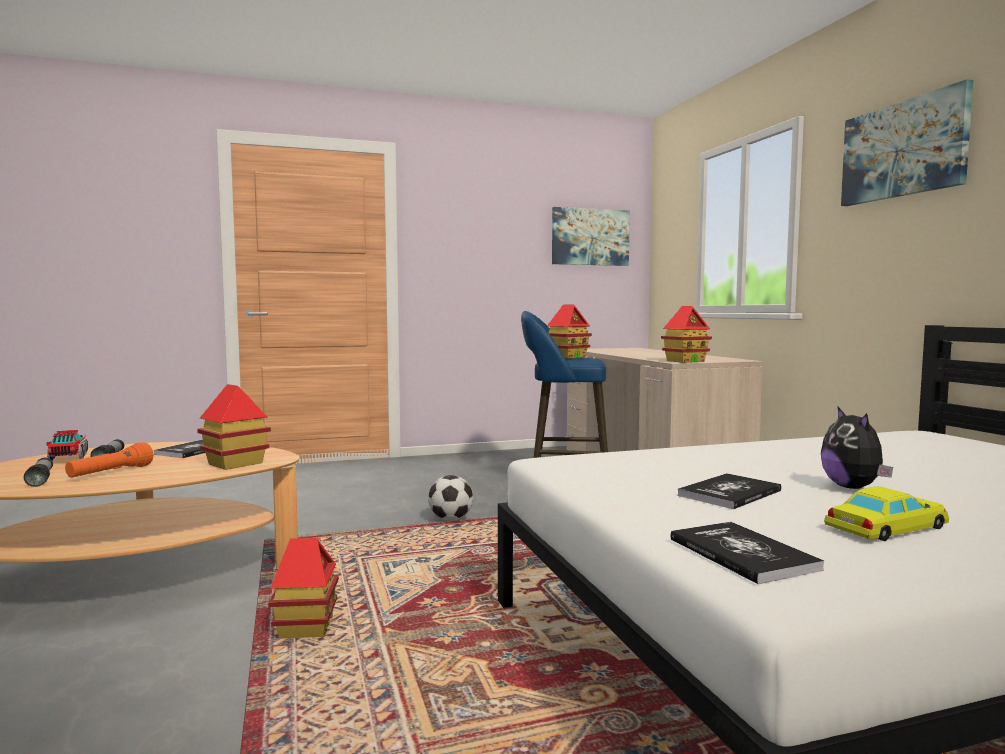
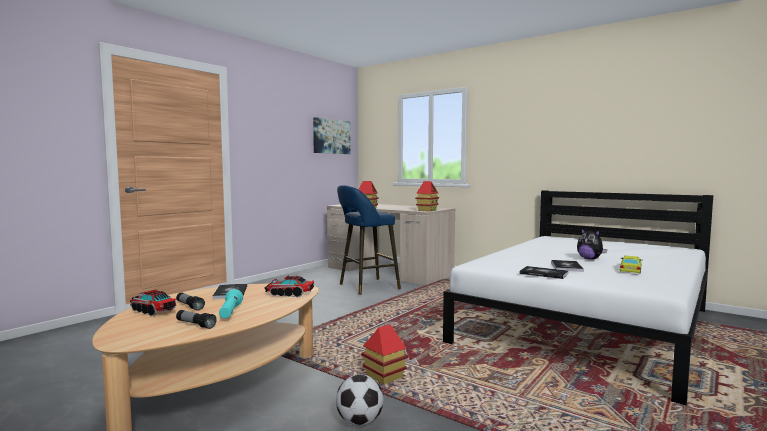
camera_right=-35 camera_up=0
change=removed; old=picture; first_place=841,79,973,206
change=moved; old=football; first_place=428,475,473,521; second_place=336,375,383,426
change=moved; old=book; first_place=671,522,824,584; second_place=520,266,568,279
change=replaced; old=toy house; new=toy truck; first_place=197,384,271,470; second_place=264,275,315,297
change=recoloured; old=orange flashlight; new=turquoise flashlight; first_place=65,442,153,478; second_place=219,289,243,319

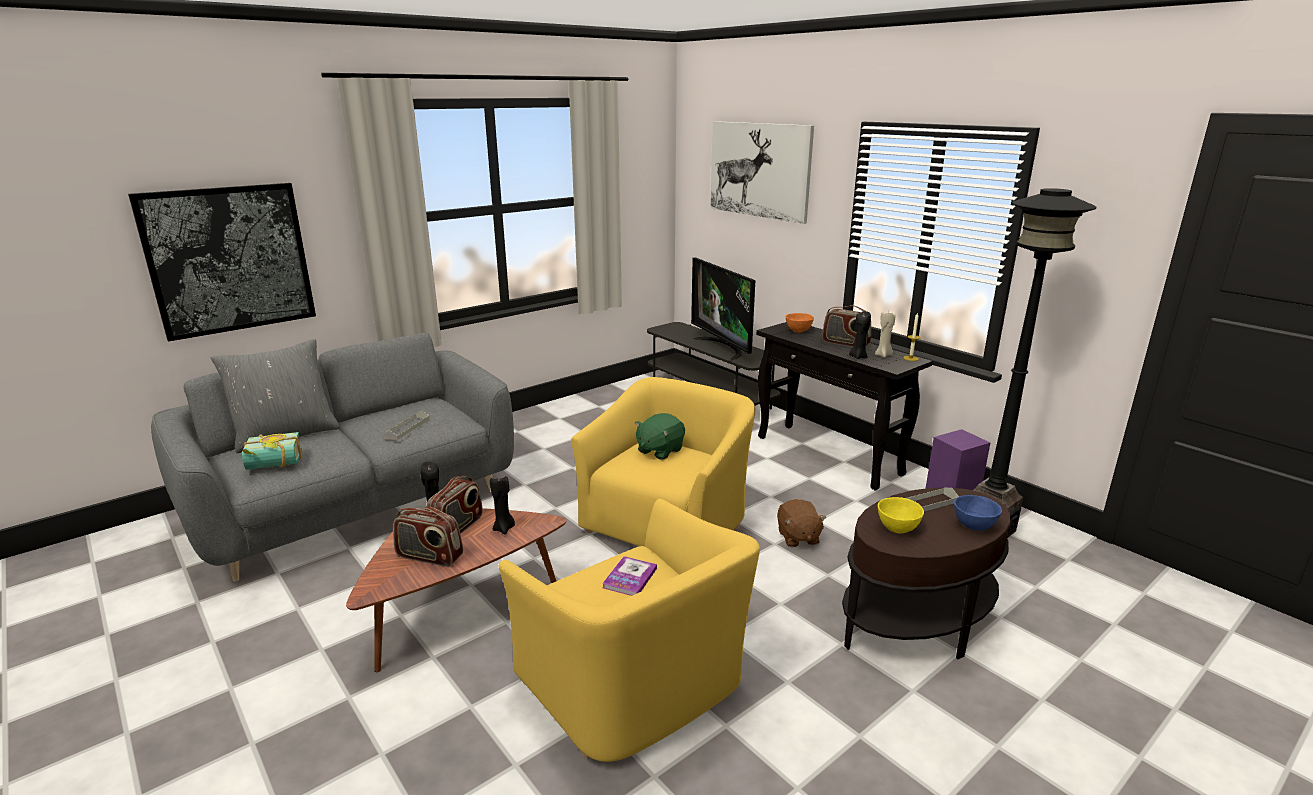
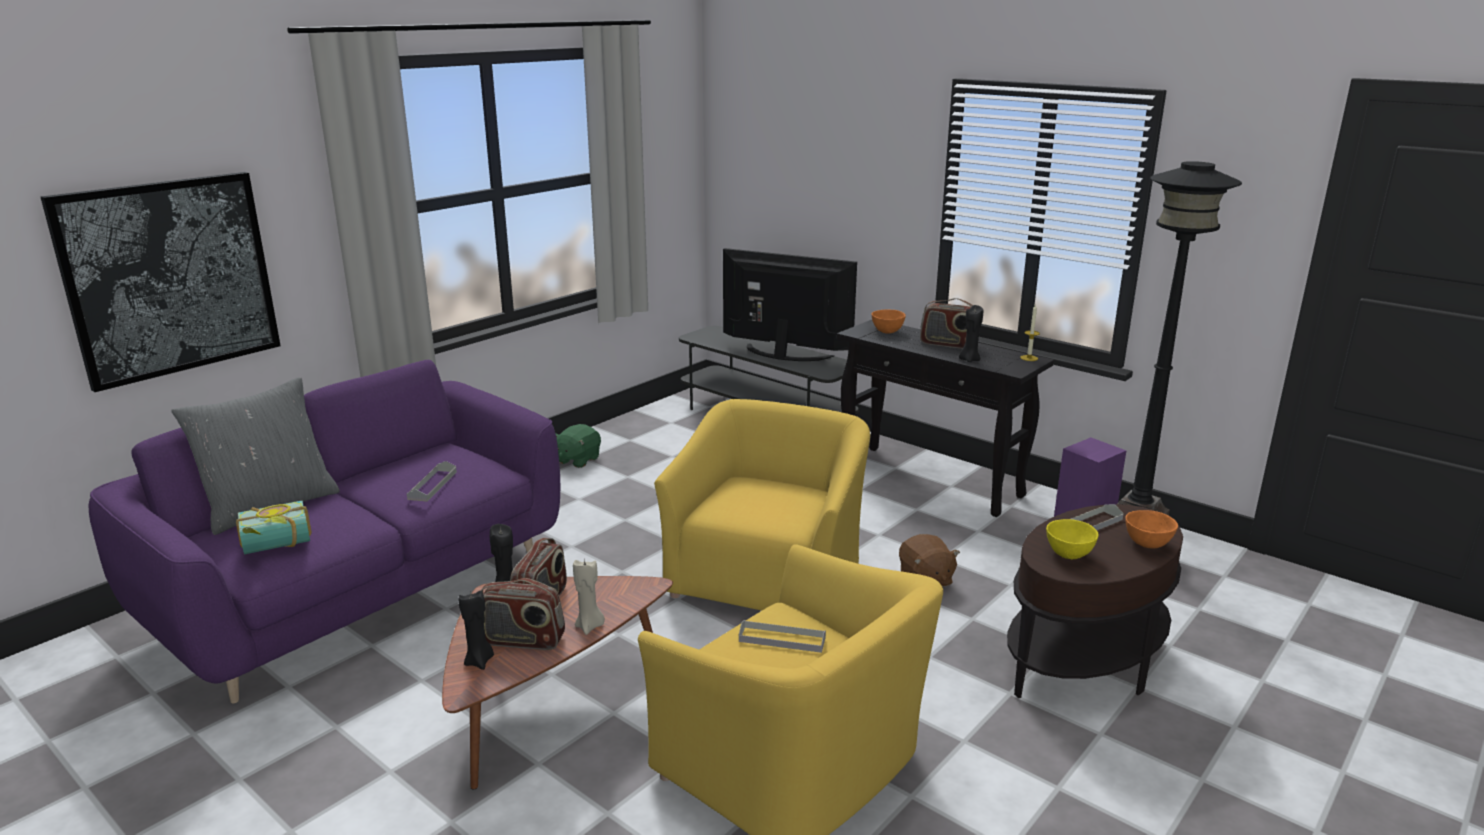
camera_right=-10 camera_up=0
change=removed; old=picture; first_place=710,121,814,224
change=moved; old=black candle; first_place=490,476,515,535; second_place=458,590,494,670
change=moved; old=green plush toy; first_place=635,413,685,460; second_place=555,424,601,468
change=moved; old=beige candle; first_place=875,312,895,358; second_place=573,558,605,635
change=replaced; old=book; new=grey tray; first_place=602,556,657,596; second_place=739,620,826,653
change=recoloured; old=grey sofa; new=purple sofa; first_place=151,333,514,582; second_place=89,360,560,703
change=recoloured; old=blue bowl; new=orange bowl; first_place=954,495,1002,530; second_place=1125,510,1178,549
change=turned; old=television; first_place=691,257,755,360; second_place=723,248,857,361; degrees=150

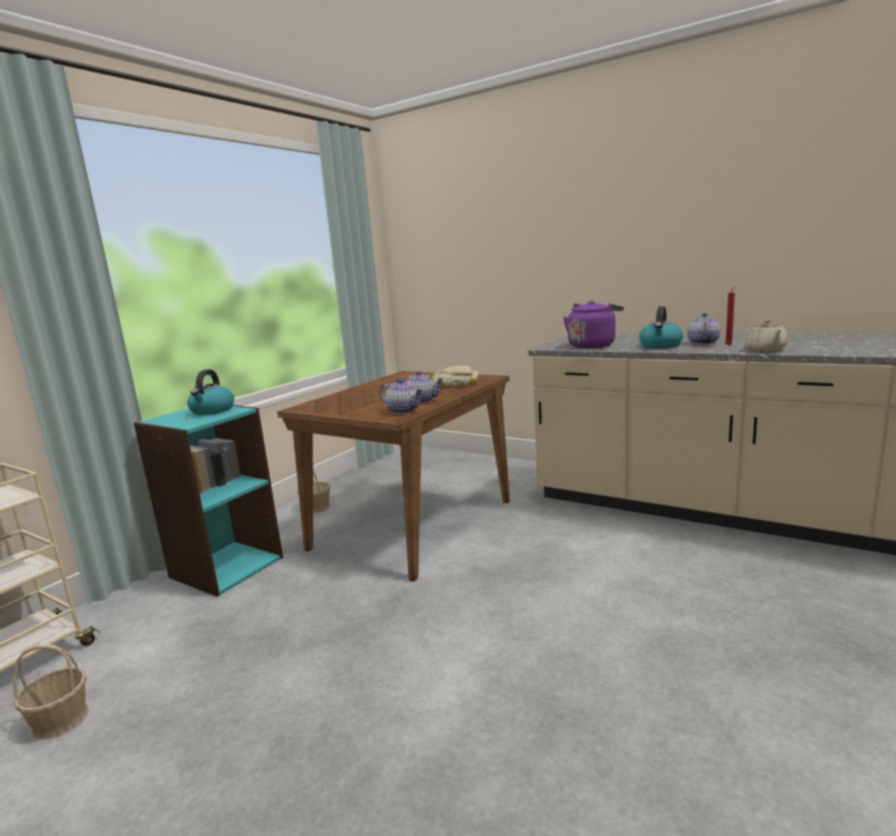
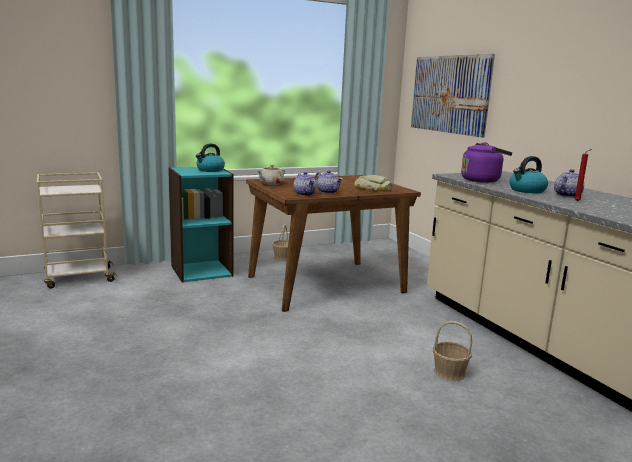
camera_right=30 camera_up=0
change=added; new=picture; second_place=411,54,495,138
change=moved; old=basket; first_place=13,644,89,740; second_place=433,321,472,381
change=moved; old=beige teapot; first_place=744,320,788,352; second_place=258,165,285,185

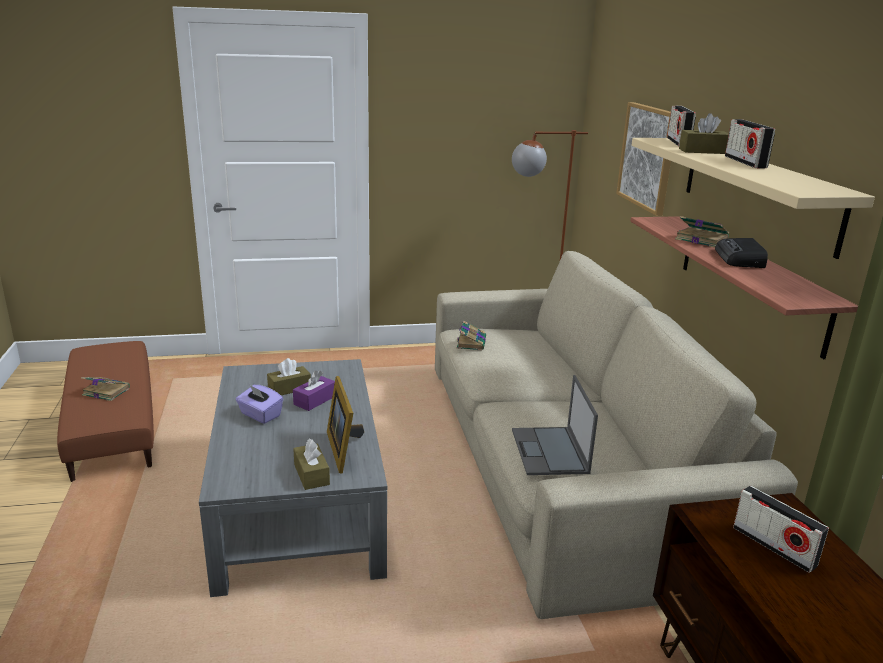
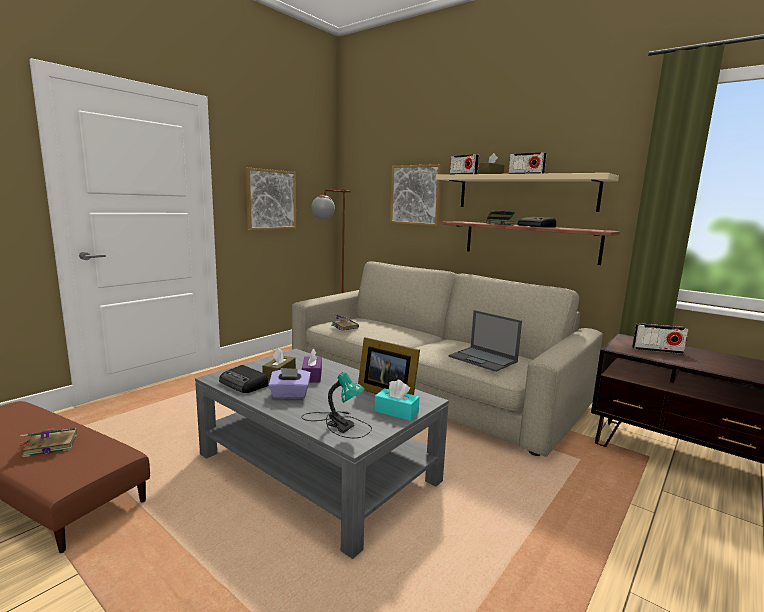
camera_right=-40 camera_up=-10
change=added; new=radio; second_place=219,365,268,393
change=added; new=picture; second_place=246,168,296,230
change=added; new=table lamp; second_place=301,372,372,438
change=recoloured; old=brown tissue box; new=turquoise tissue box; first_place=293,439,330,490; second_place=374,380,420,421

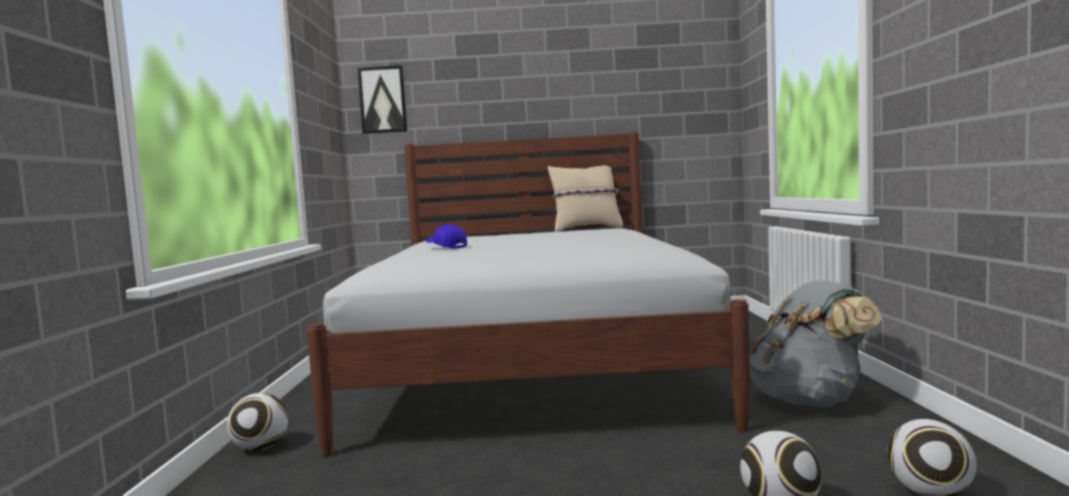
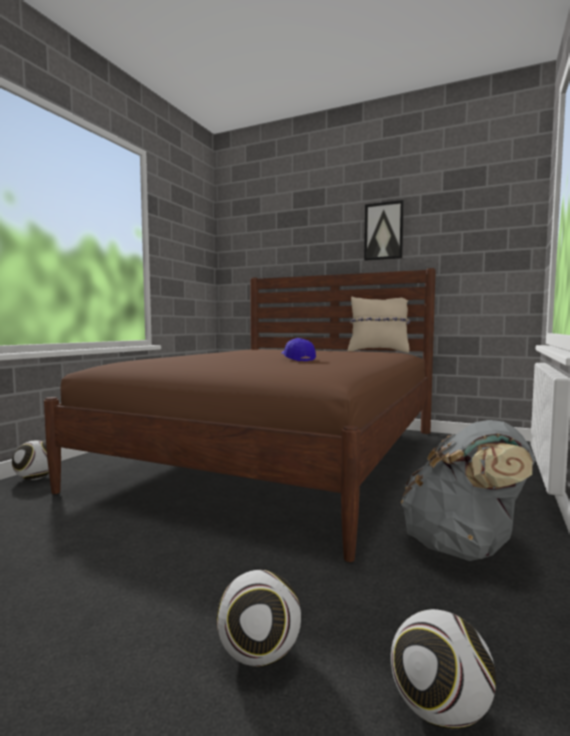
camera_right=25 camera_up=0
change=moved; old=picture; first_place=357,65,407,134; second_place=364,200,404,261
change=moved; old=blue cap; first_place=426,224,467,249; second_place=281,338,316,361
change=recoloured; old=white bed; new=brown bed; first_place=307,132,750,456; second_place=44,268,436,562

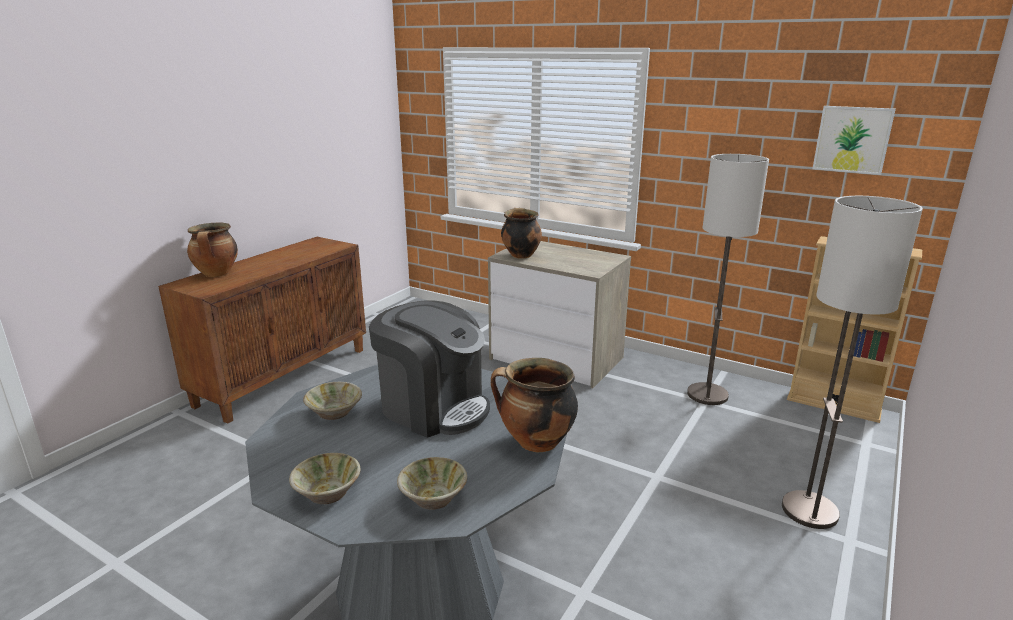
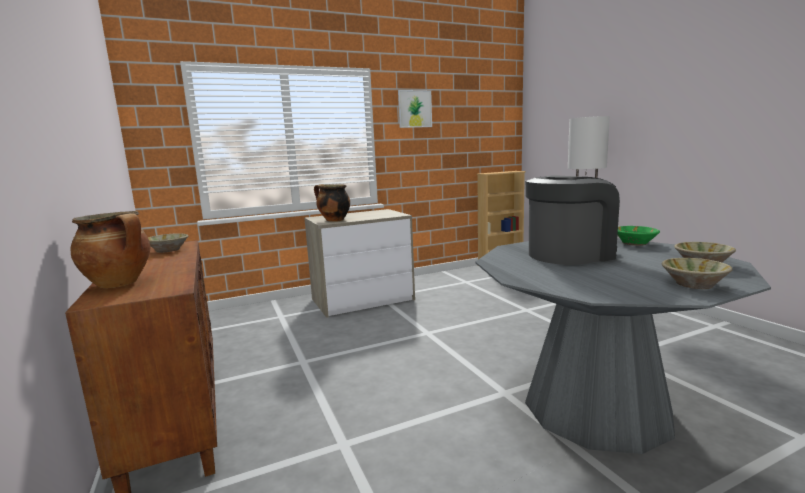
camera_right=-55 camera_up=-10
change=removed; old=floor lamp; first_place=687,154,769,405
change=moved; old=beige bowl; first_place=303,382,362,420; second_place=148,233,188,253
change=moved; old=picture; first_place=812,106,896,175; second_place=398,90,432,128
change=replaced; old=cooking pot; new=green bowl; first_place=491,358,578,452; second_place=618,226,660,246

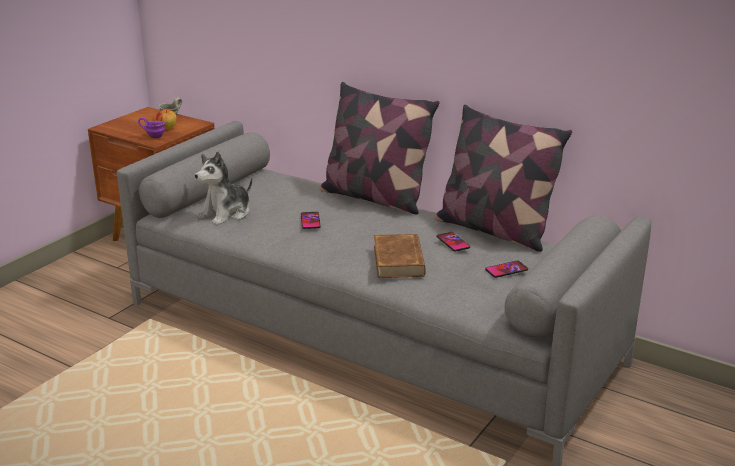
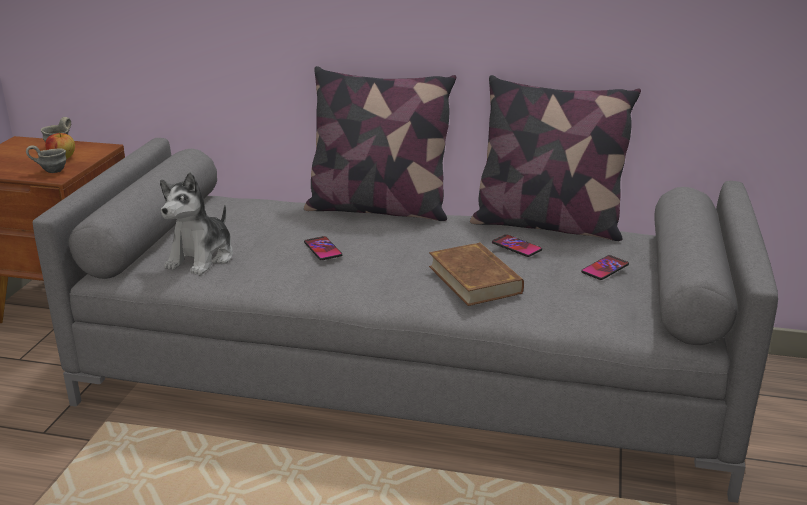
camera_right=-20 camera_up=0
change=recoloured; old=purple mug; new=grey mug; first_place=138,117,165,138; second_place=26,145,66,173

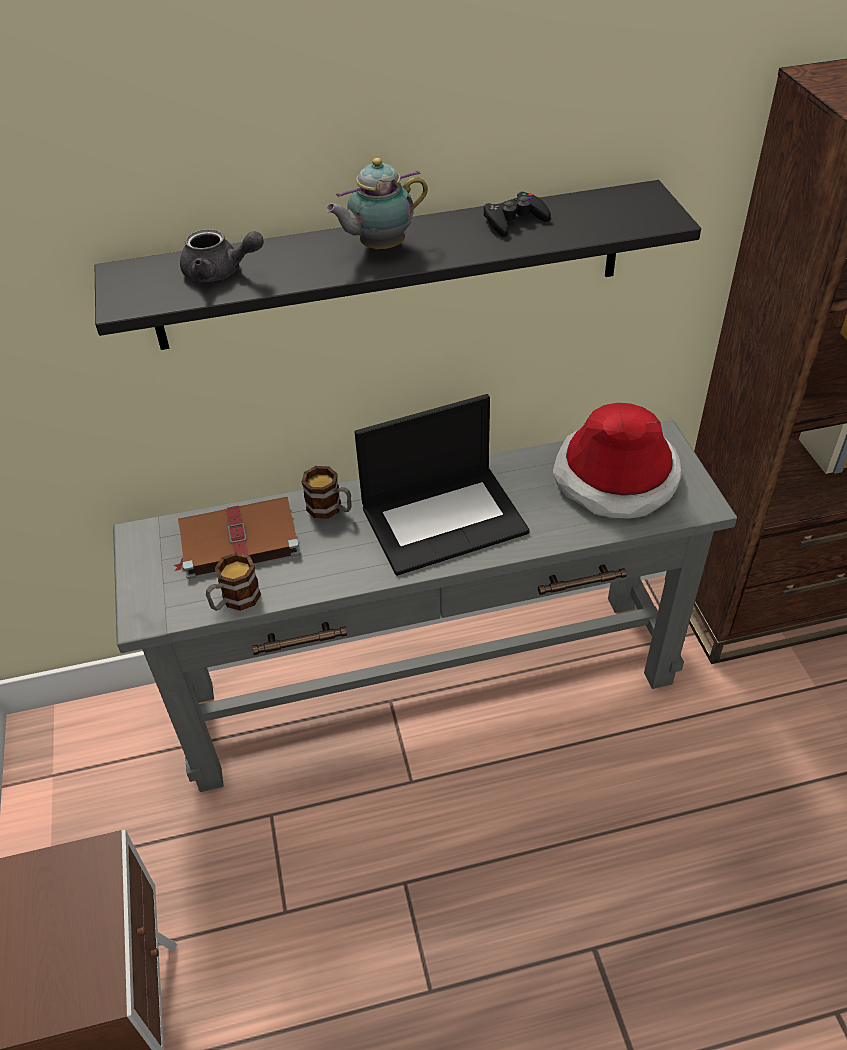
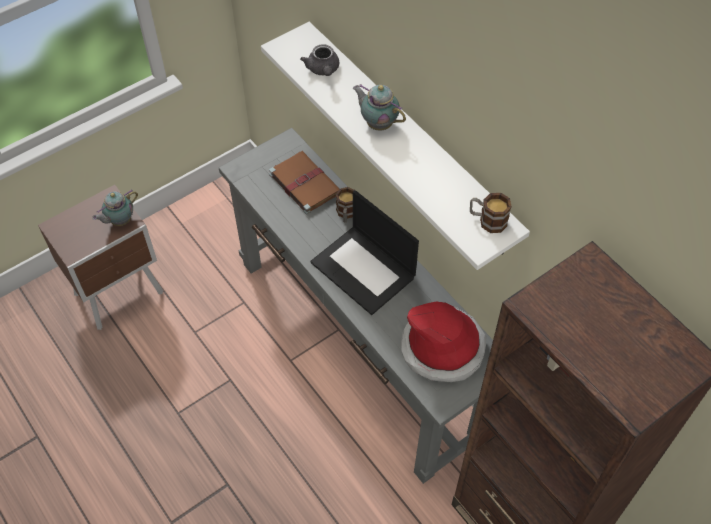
camera_right=65 camera_up=10
change=removed; old=black game controller; first_place=483,192,551,237
change=added; new=teapot; second_place=92,189,138,226
change=moved; old=mug; first_place=206,552,261,611; second_place=470,193,512,233
change=recoloured; old=black shelf; new=white shelf; first_place=95,180,701,350; second_place=261,22,530,270

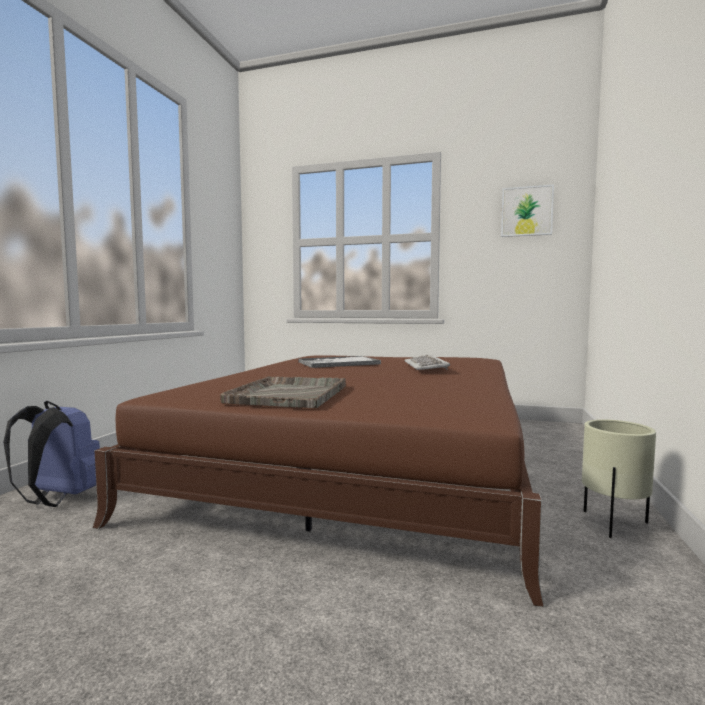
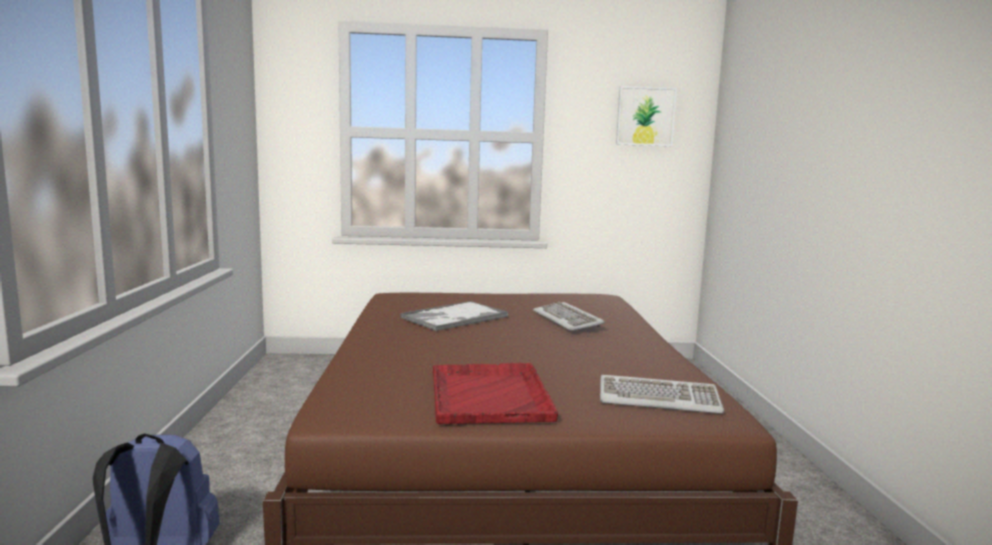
camera_right=-20 camera_up=5
change=removed; old=beige planter; first_place=582,419,656,538
change=added; new=keyboard; second_place=600,375,724,414
change=recoloured; old=grey tray; new=red tray; first_place=220,376,346,408; second_place=433,363,558,424

